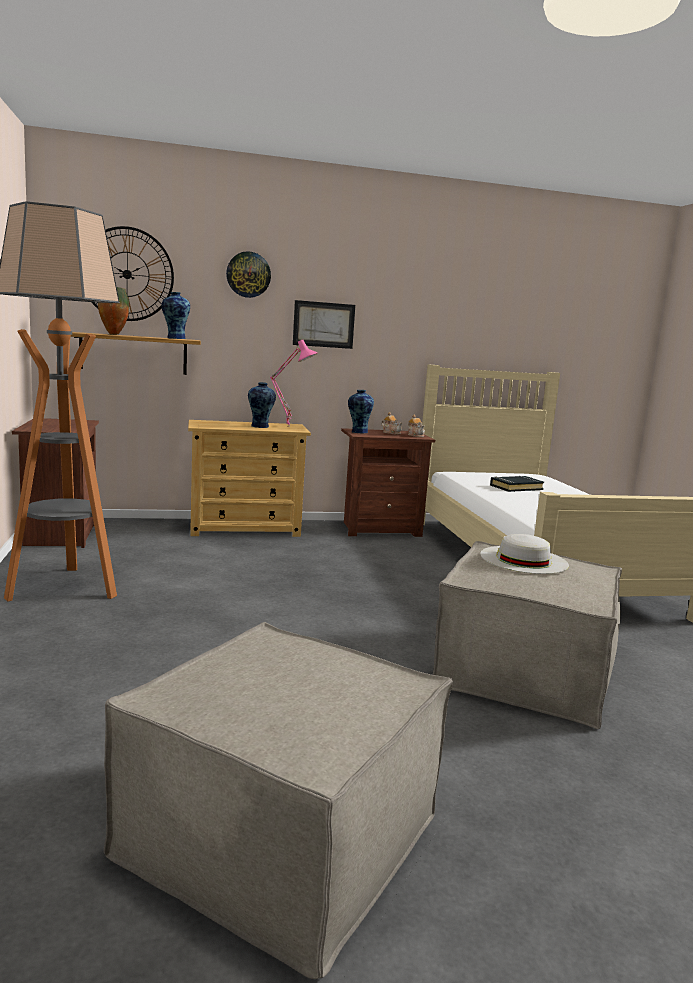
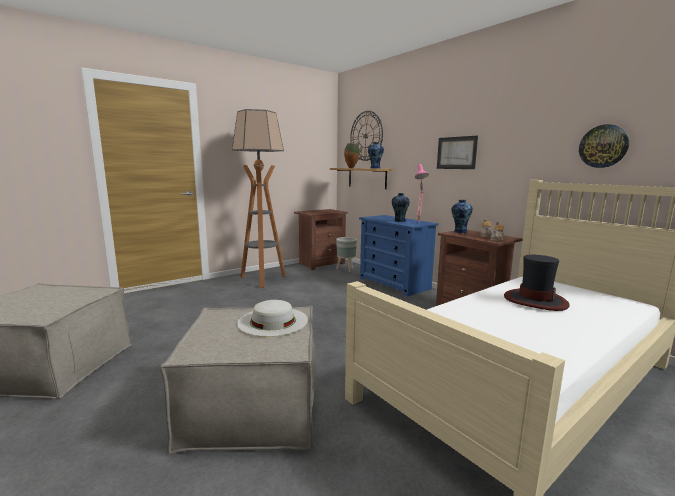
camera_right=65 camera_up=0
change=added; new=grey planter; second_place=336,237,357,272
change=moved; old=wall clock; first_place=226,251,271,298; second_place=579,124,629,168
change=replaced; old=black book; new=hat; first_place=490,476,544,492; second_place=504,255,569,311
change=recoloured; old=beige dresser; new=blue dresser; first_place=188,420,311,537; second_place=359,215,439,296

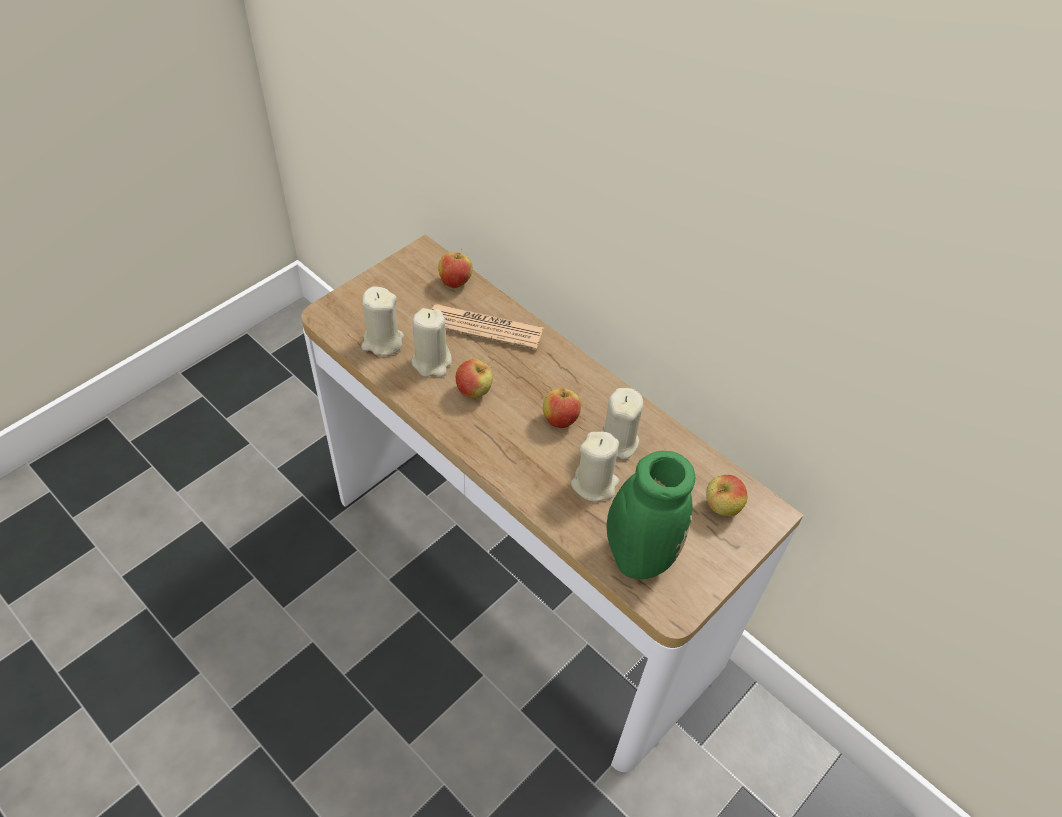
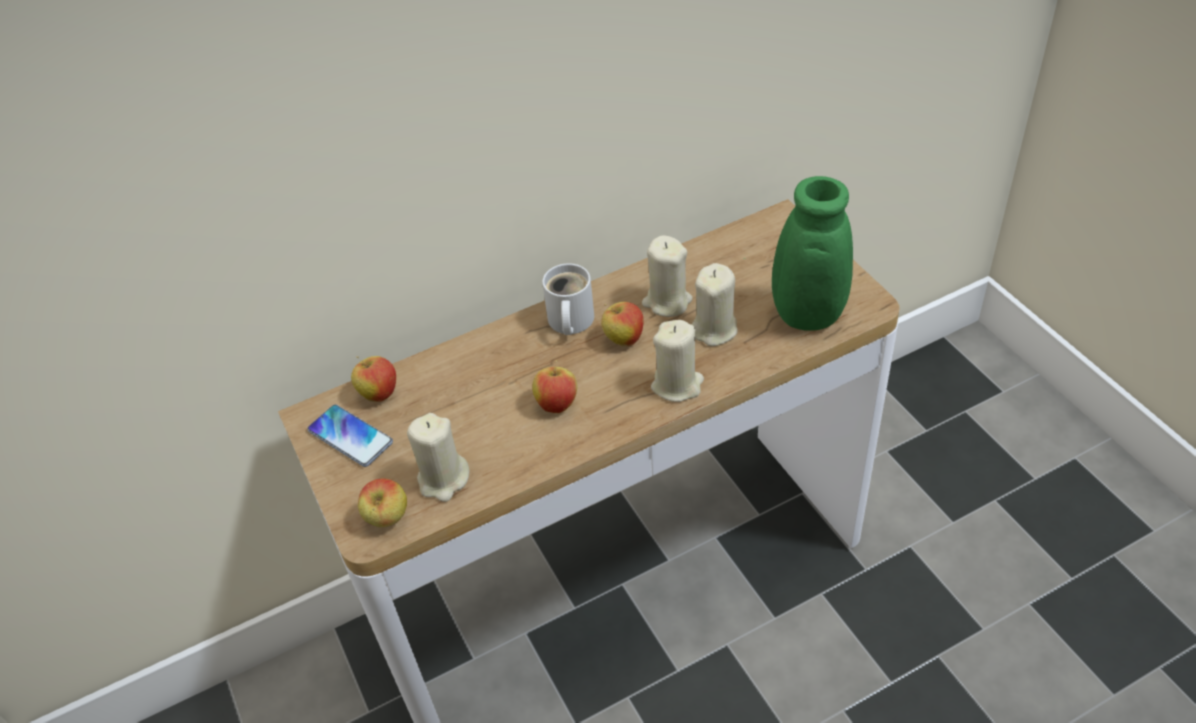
camera_right=-65 camera_up=-5
change=removed; old=newspaper; first_place=432,304,544,350
change=added; new=phone; second_place=307,405,393,467
change=added; new=white mug; second_place=542,263,594,335
change=moved; old=beige candle; first_place=411,308,452,377; second_place=651,320,704,402
change=moved; old=apple; first_place=706,475,748,516; second_place=358,478,407,527

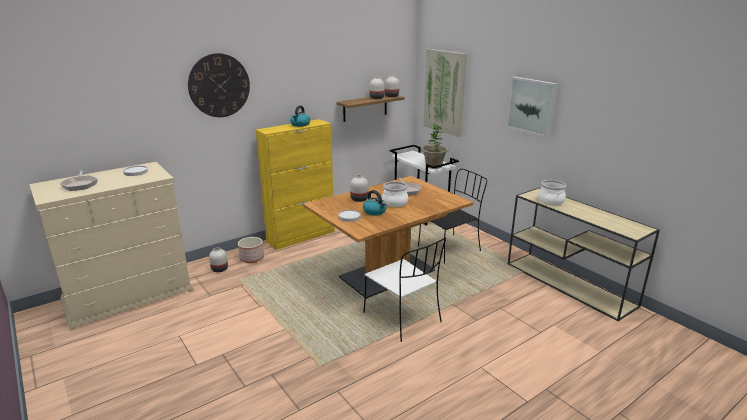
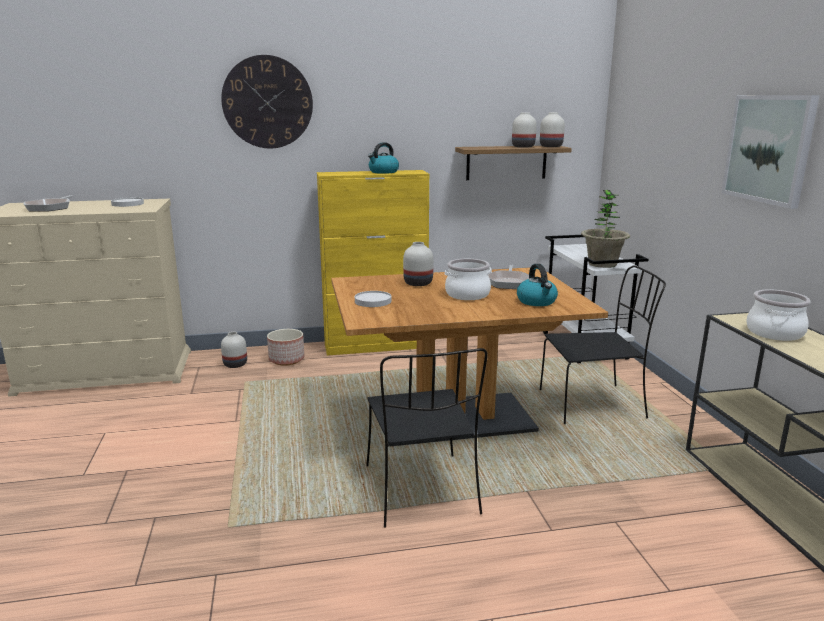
camera_right=25 camera_up=-5
change=removed; old=picture; first_place=424,49,467,137
change=moved; old=kettle; first_place=363,190,387,215; second_place=517,264,558,306
change=recoloured; old=white chair; new=black chair; first_place=363,238,446,342; second_place=366,348,488,528

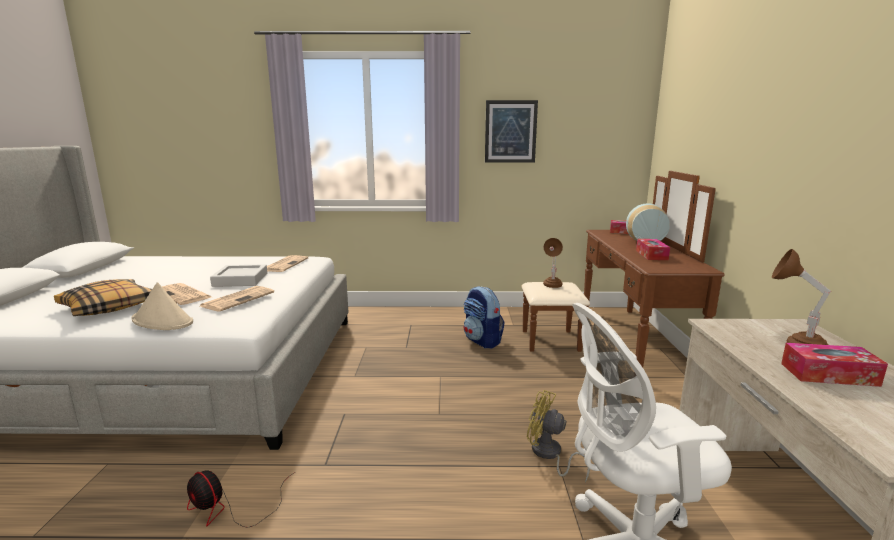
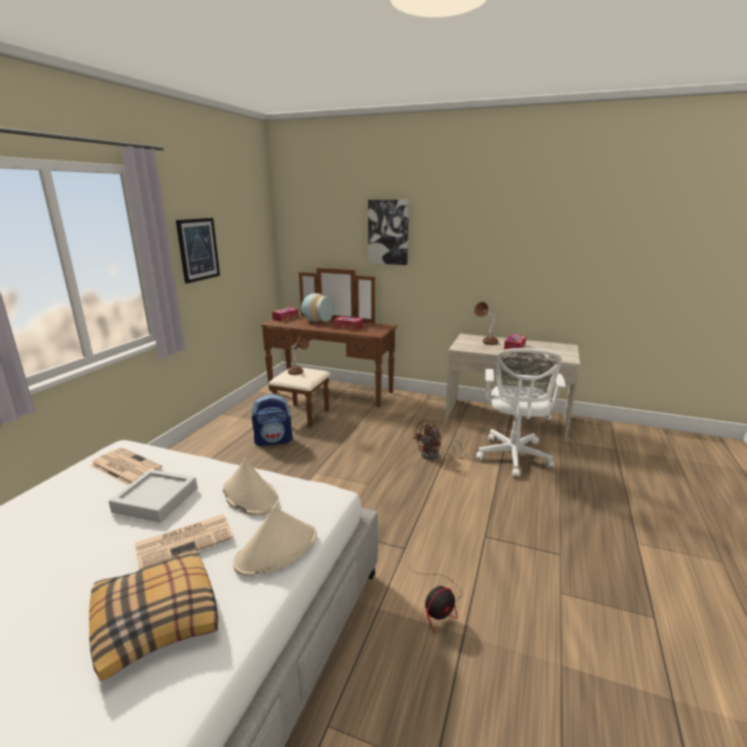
camera_right=-70 camera_up=5
change=added; new=picture; second_place=368,200,409,265
change=replaced; old=newspaper; new=beige hat; first_place=200,286,274,312; second_place=223,458,279,516
change=recoloured; old=yellow fan; new=brown fan; first_place=527,390,590,483; second_place=413,421,462,460

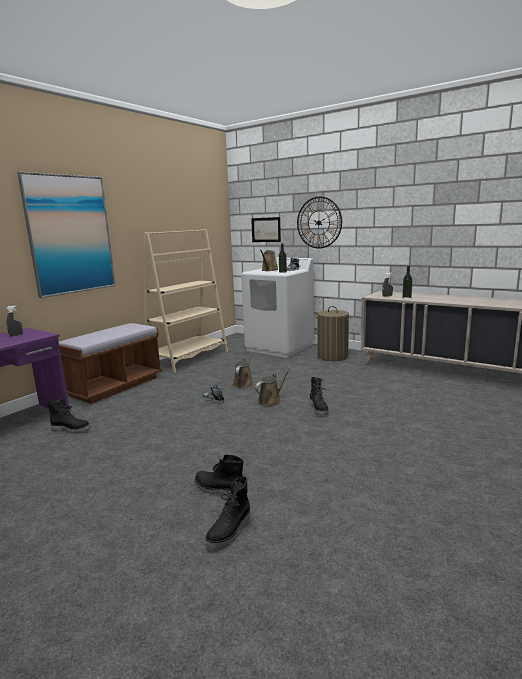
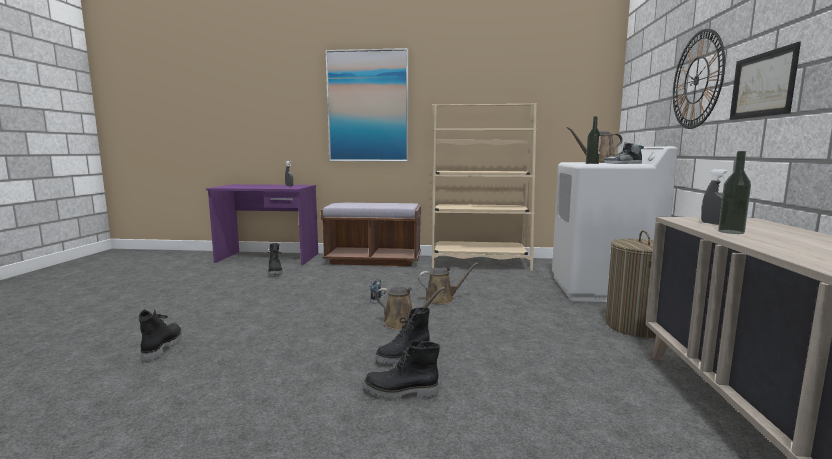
camera_right=60 camera_up=-5
change=moved; old=black boot; first_place=205,477,251,549; second_place=363,341,440,399
change=moved; old=picture; first_place=251,217,281,242; second_place=730,42,801,120

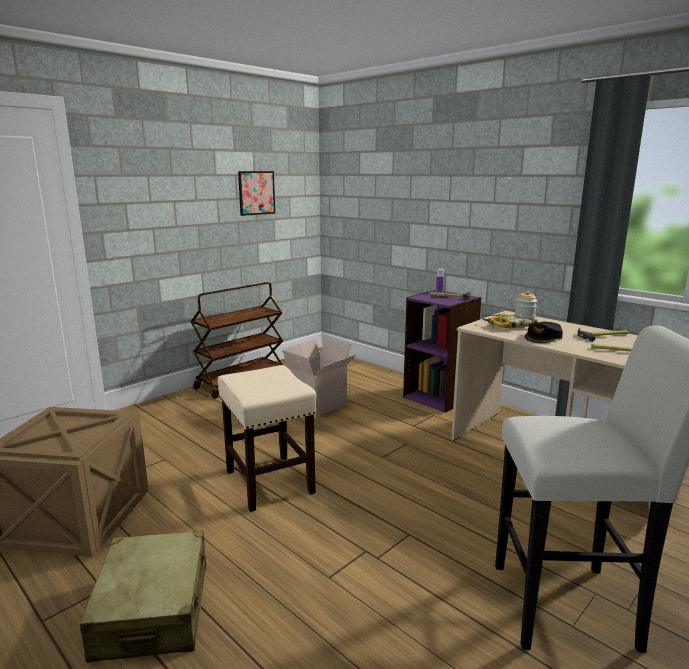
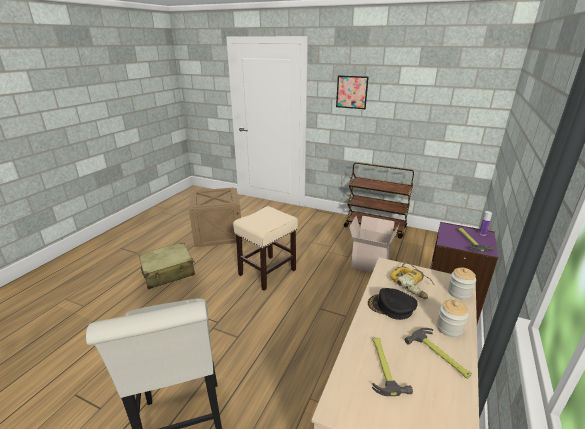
camera_right=70 camera_up=10
change=added; new=jar; second_place=437,300,468,338
change=moved; old=picture; first_place=238,171,275,216; second_place=336,75,369,109

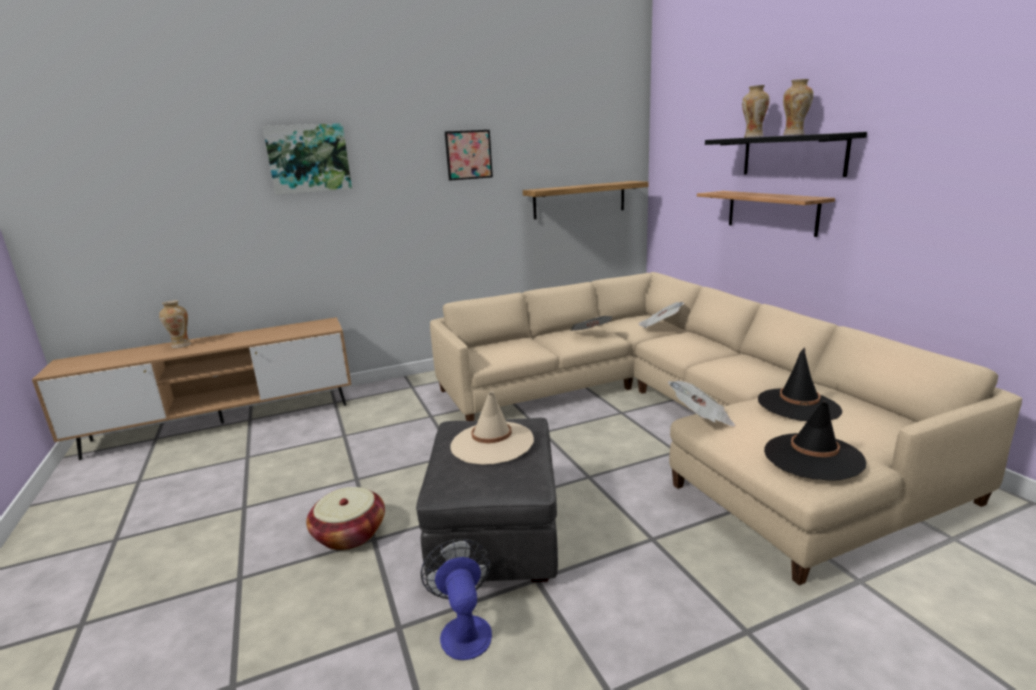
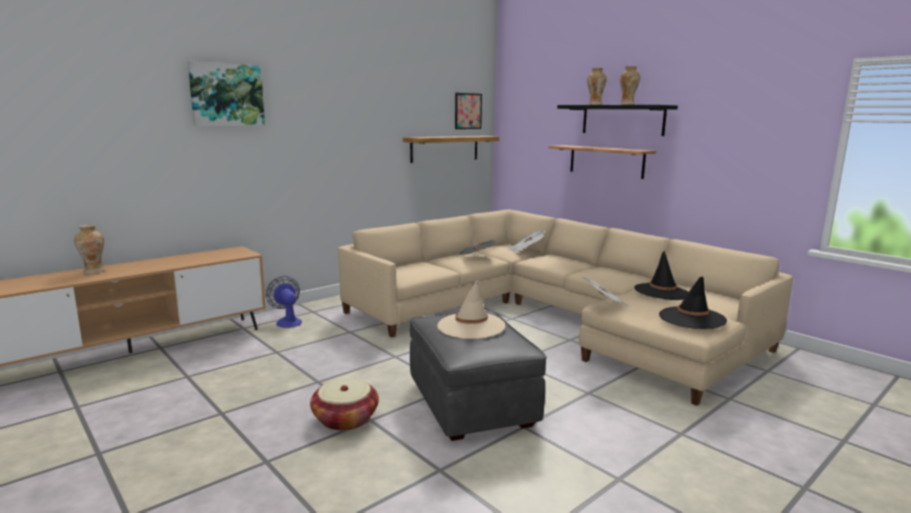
camera_right=-20 camera_up=-5
change=moved; old=fan; first_place=421,539,492,660; second_place=266,276,302,328
change=moved; old=picture; first_place=445,130,493,181; second_place=455,93,482,129

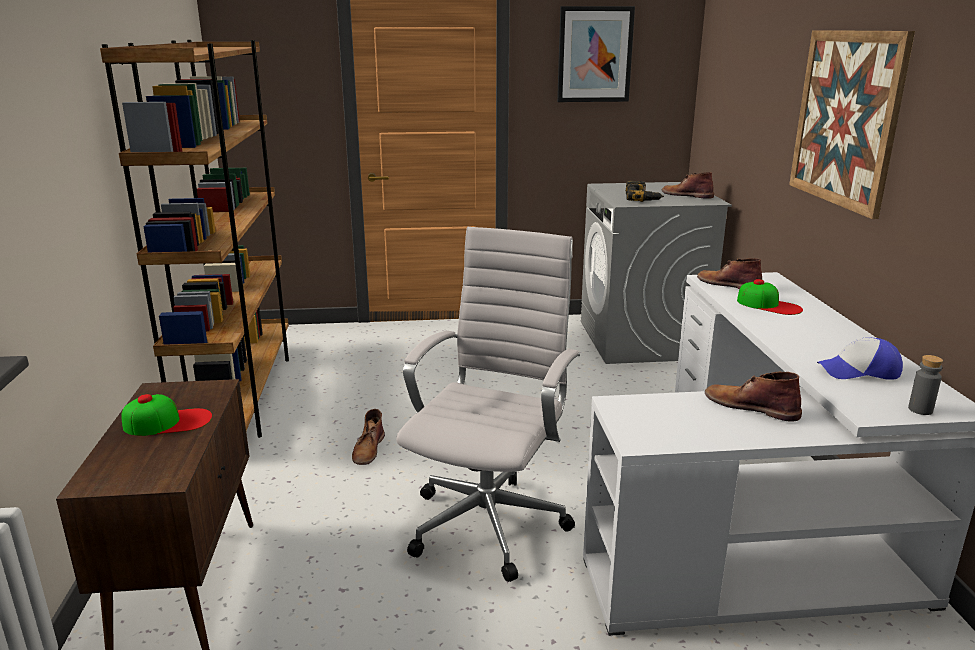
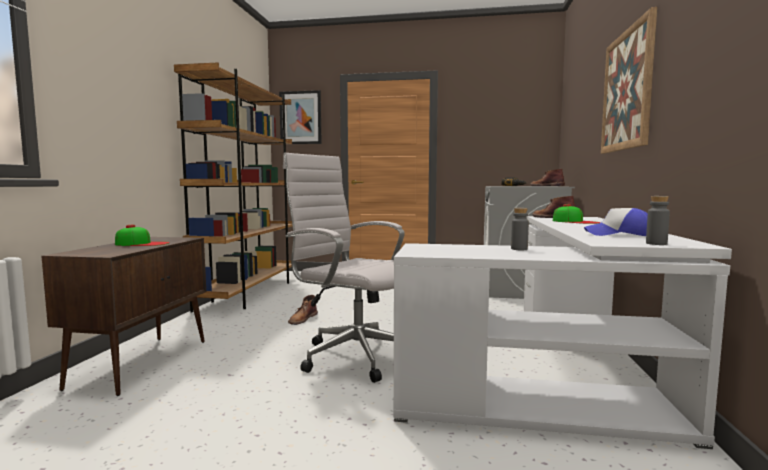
camera_right=15 camera_up=-15
change=moved; old=picture; first_place=557,6,635,102; second_place=279,90,322,144
change=replaced; old=brown boot; new=grey bottle; first_place=705,372,802,422; second_place=511,208,529,250
change=turned; old=white office chair; first_place=396,227,580,582; second_place=283,153,405,383; degrees=-90

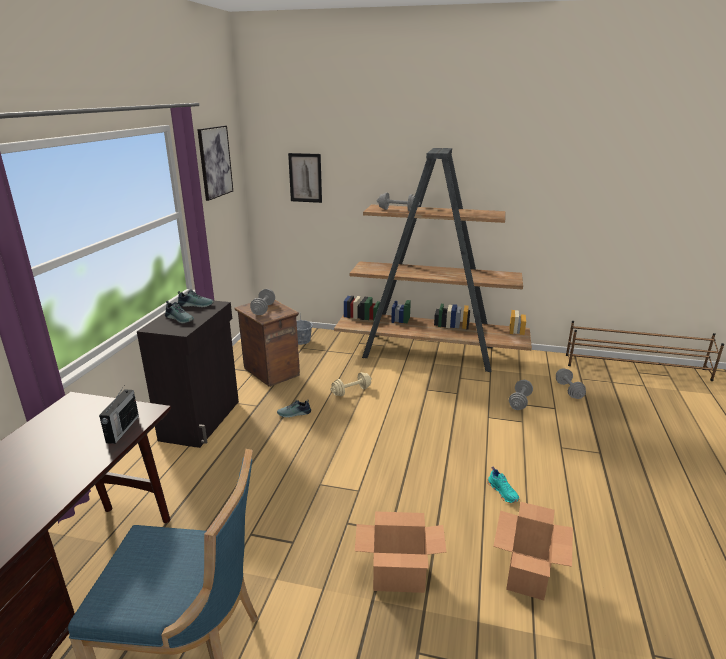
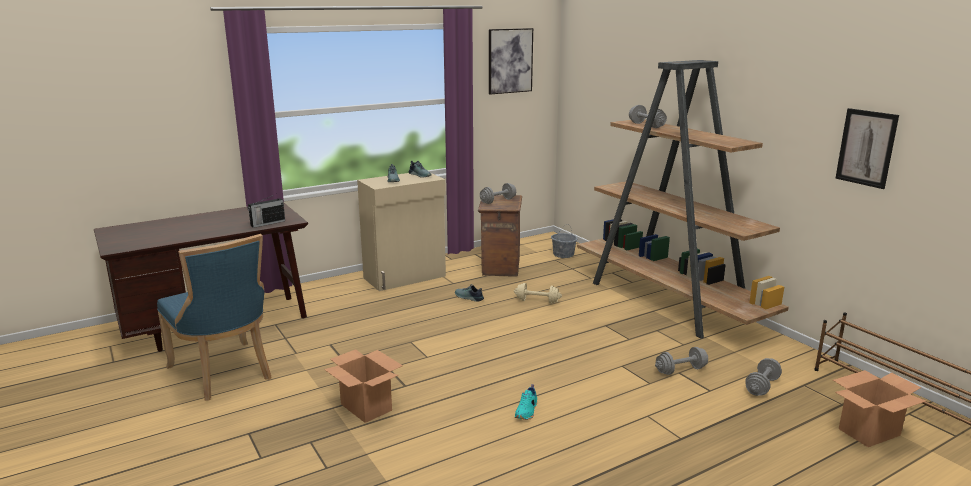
camera_right=45 camera_up=-5
change=moved; old=picture; first_place=288,153,322,203; second_place=835,108,899,189
change=moved; old=cardboard box; first_place=493,502,573,600; second_place=833,370,926,447
change=recoloured; old=black cabinet; new=beige cabinet; first_place=137,301,239,448; second_place=357,173,446,291

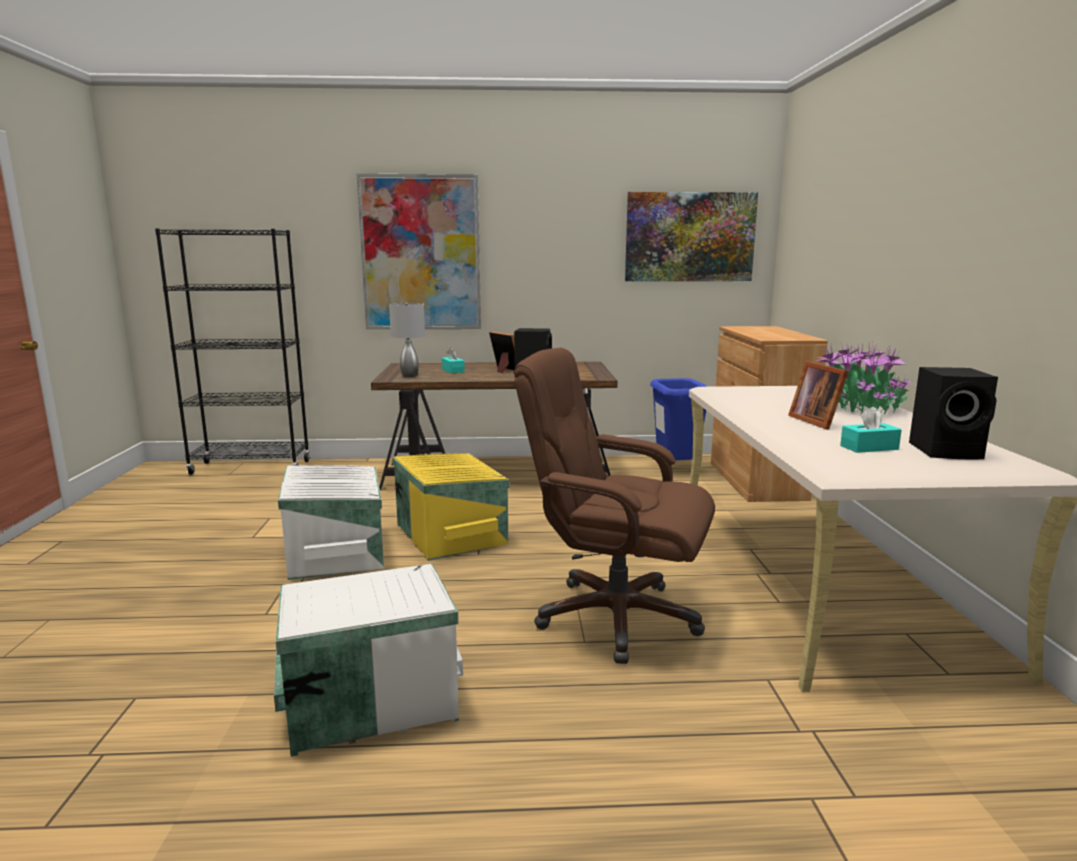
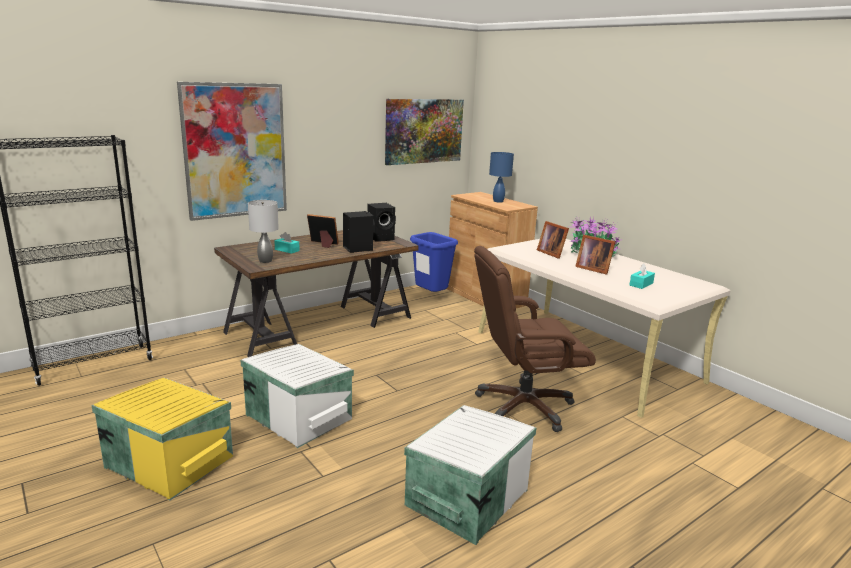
camera_right=-35 camera_up=5
change=added; new=blue table lamp; second_place=489,152,514,203
change=added; new=picture frame; second_place=537,221,569,259
change=moved; old=yellow storage box; first_place=392,453,510,561; second_place=92,378,233,501
change=moved; old=black speaker; first_place=909,367,998,459; second_place=367,203,396,242

